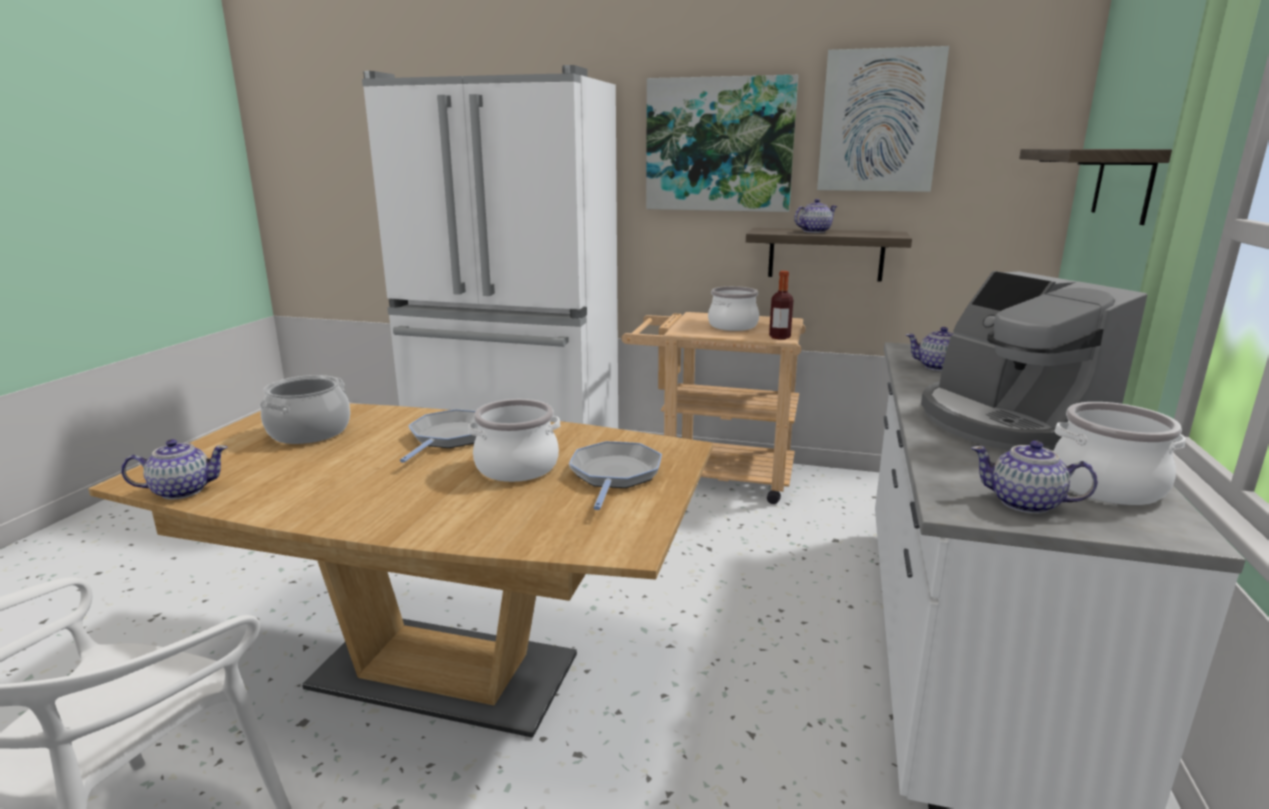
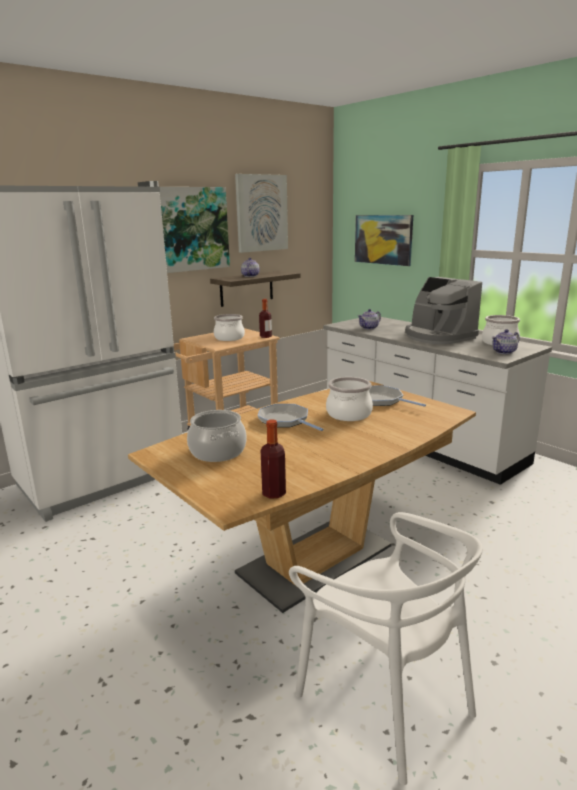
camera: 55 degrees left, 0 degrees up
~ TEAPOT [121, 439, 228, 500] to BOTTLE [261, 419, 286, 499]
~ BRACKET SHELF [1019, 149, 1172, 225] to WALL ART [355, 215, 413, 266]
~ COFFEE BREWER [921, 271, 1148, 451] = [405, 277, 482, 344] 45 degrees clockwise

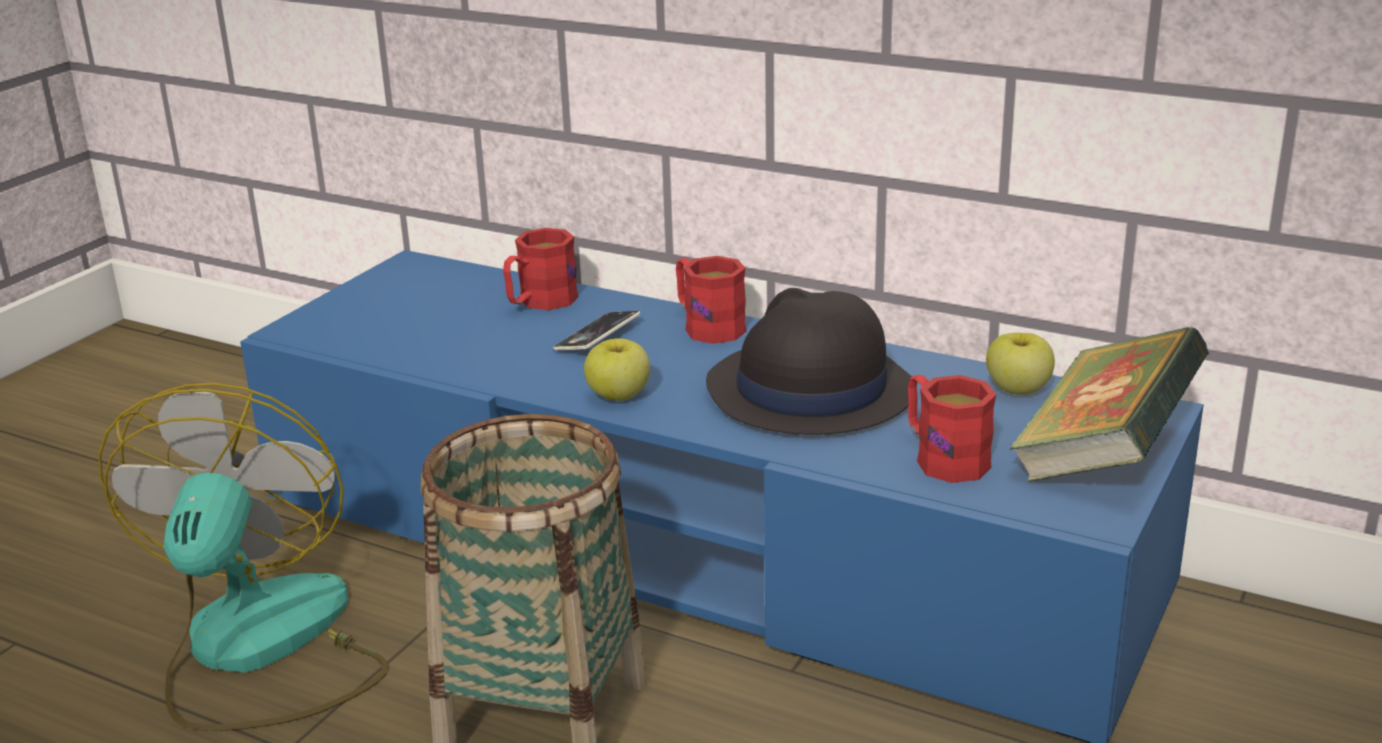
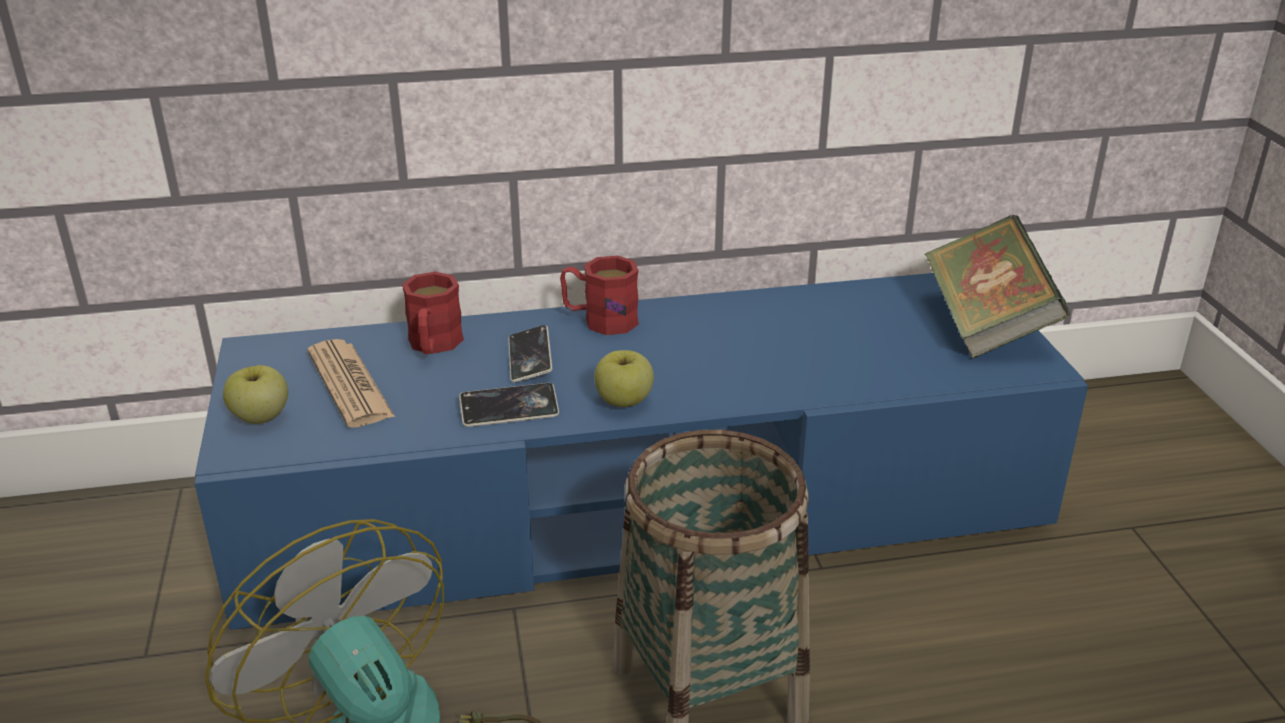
camera: 40 degrees left, 5 degrees up
- BLACKISH WEARABLE HAT [706, 288, 912, 435]
- RED-COLOURED COFFEE MUG [908, 375, 996, 483]
+ NEWSPAPER [308, 339, 395, 428]
+ PHONE [459, 383, 559, 427]
~ APPLE [986, 333, 1055, 395] to [223, 365, 288, 424]

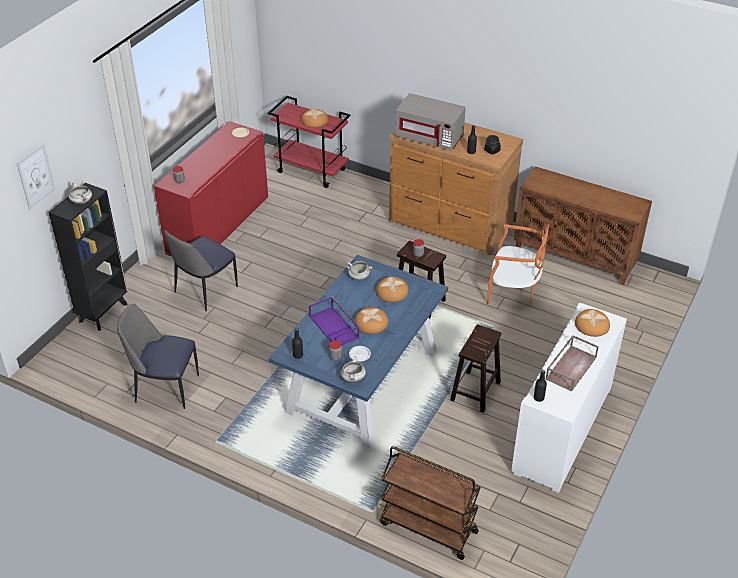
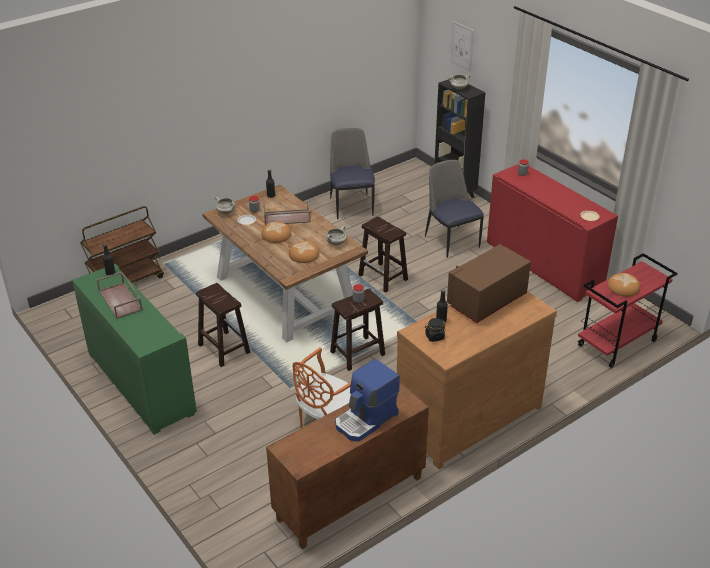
camera: 115 degrees right, 5 degrees down
- BREAD [575, 309, 610, 337]
+ COFFEE BREWER [335, 359, 400, 442]
+ BROWNISH STOOL [358, 216, 408, 293]
~ BLUISH DINING TABLE [269, 255, 448, 448] to BROWNISH DINING TABLE [202, 185, 368, 342]
~ PURPLISH CARRYING TRAY [309, 296, 359, 346] to BROWNISH CARRYING TRAY [263, 199, 311, 225]
~ GRAY MICROWAVE [395, 93, 466, 150] to BROWNISH MICROWAVE [447, 244, 531, 323]
~ WHITE-COLOURED CUPBOARD [511, 303, 627, 493] to GREEN-COLOURED CUPBOARD [72, 264, 197, 434]
~ PLAIN CHAIR [117, 303, 199, 409] = [330, 128, 375, 219] 45 degrees counterclockwise

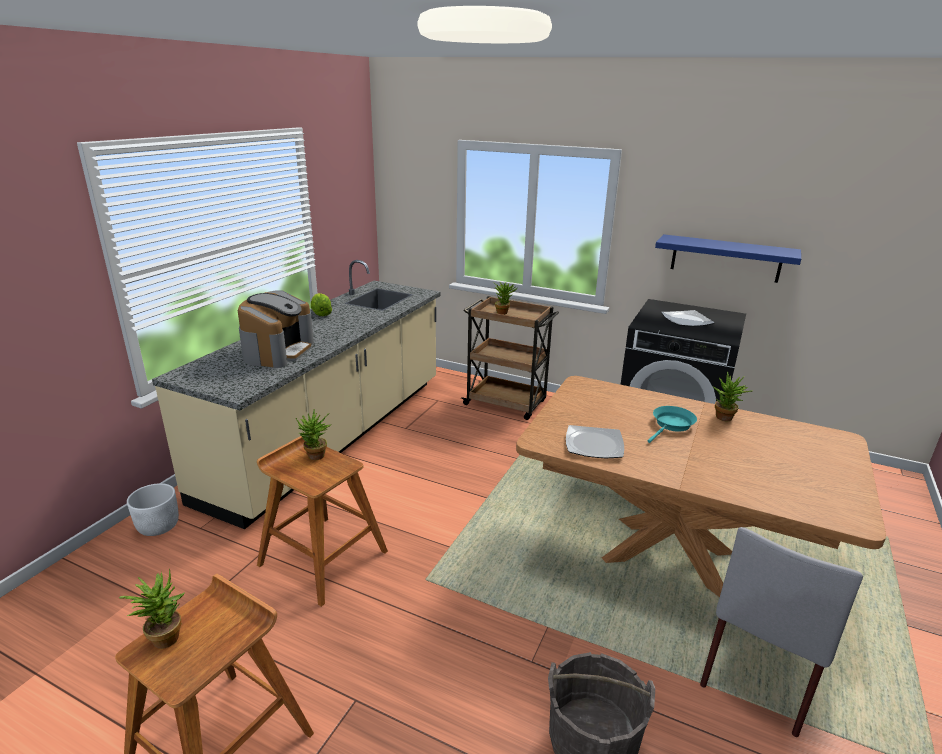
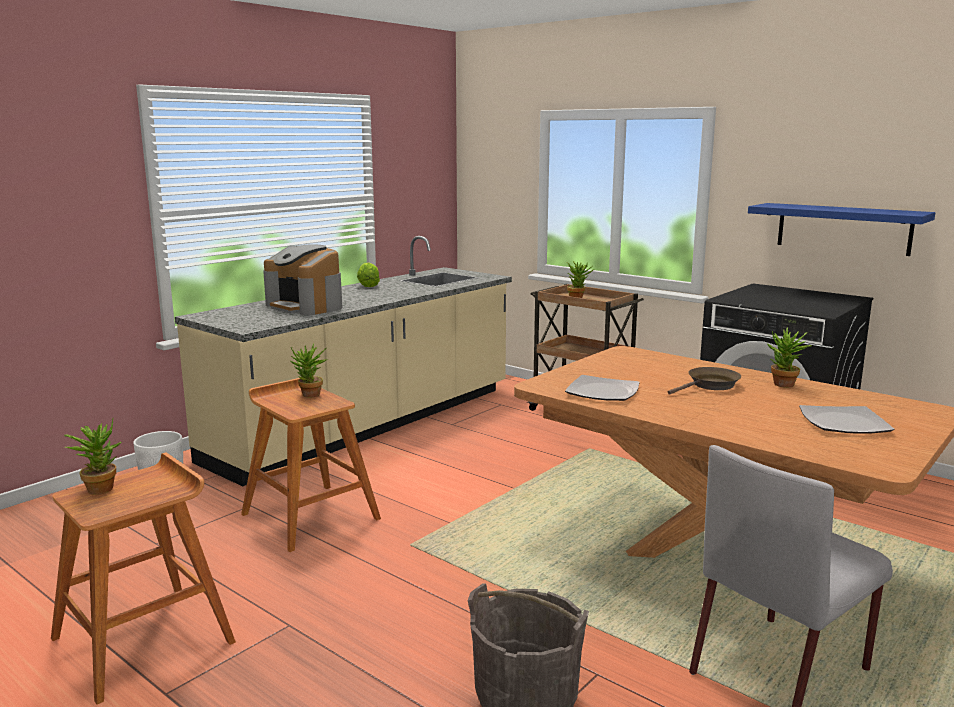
camera: 15 degrees right, 10 degrees down
~ PLATE [661, 310, 715, 327] to [799, 405, 895, 434]
~ TURQUOISE SKILLET [648, 406, 697, 443] to BROWNISH SKILLET [668, 367, 741, 395]
~ COFFEE BREWER [238, 290, 314, 368] = [263, 244, 343, 315] 105 degrees clockwise

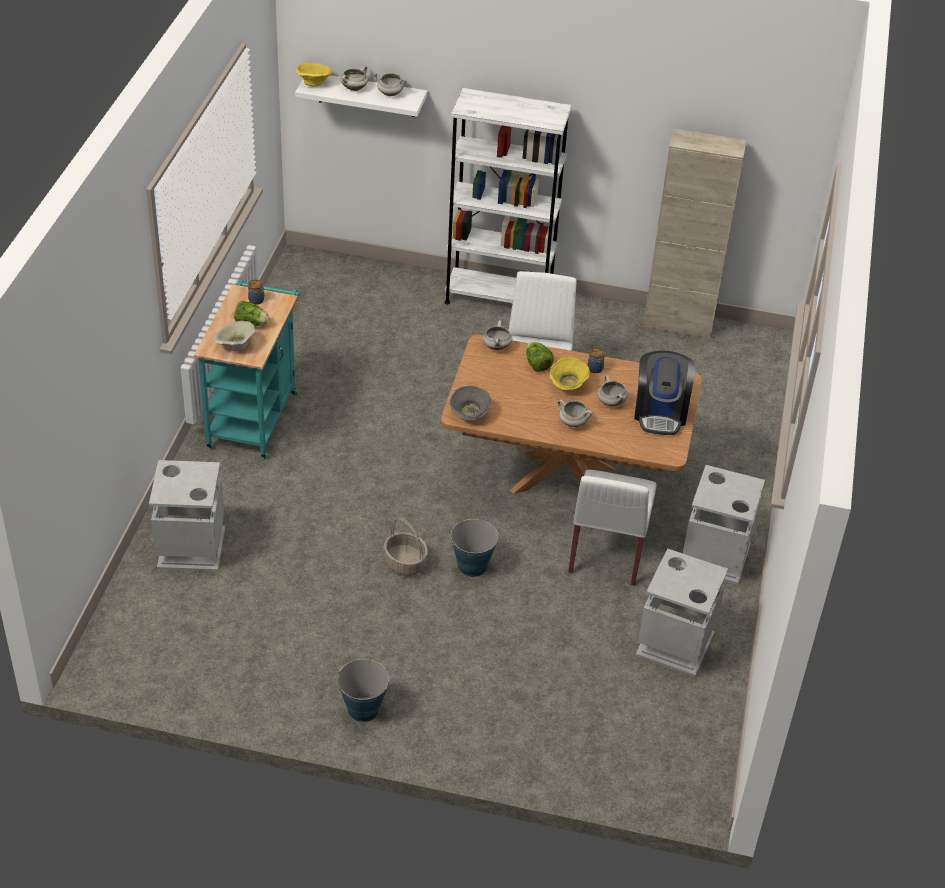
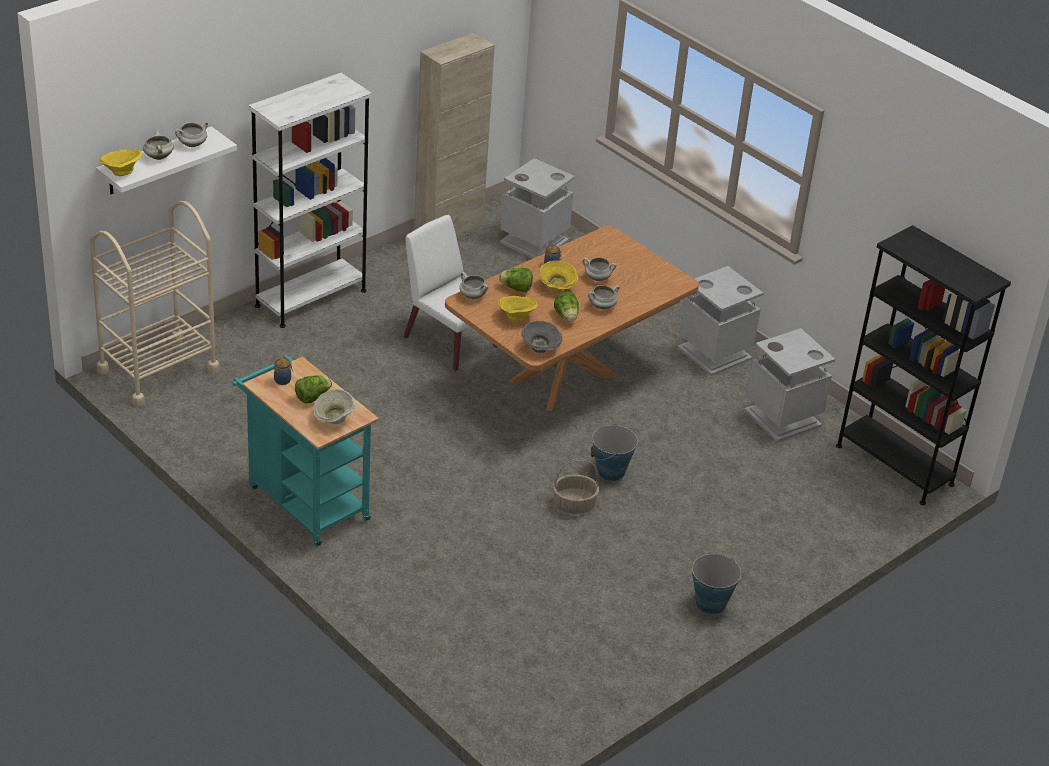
camera: 55 degrees left, 5 degrees down
- WHITE-COLOURED PLAIN CHAIR [568, 470, 656, 586]
- COFFEE BREWER [634, 351, 696, 435]
+ BEIGE TROLLEY [90, 201, 220, 407]
+ YELLOWISH SERVING BOWL [498, 296, 538, 321]
+ HEAD OF LETTUCE [554, 292, 579, 322]
+ BLACKISH BOOKCASE [836, 225, 1011, 505]
~ GRAY WASTE BIN [149, 460, 225, 572] to [500, 158, 575, 258]

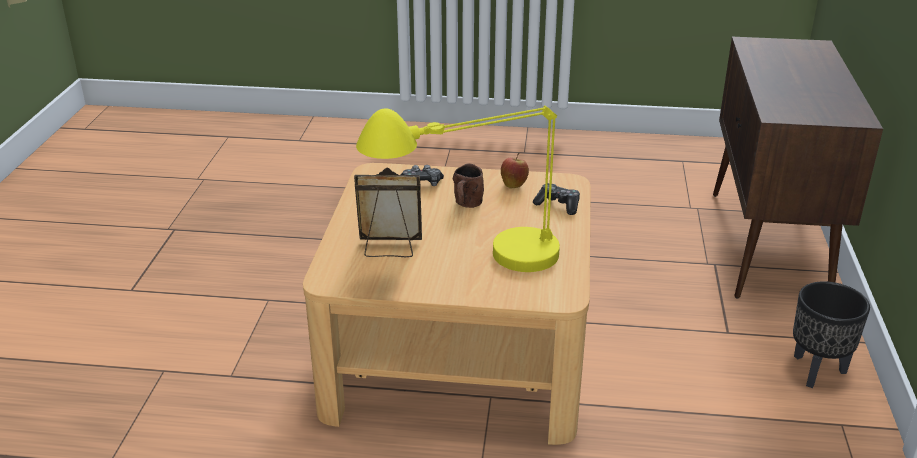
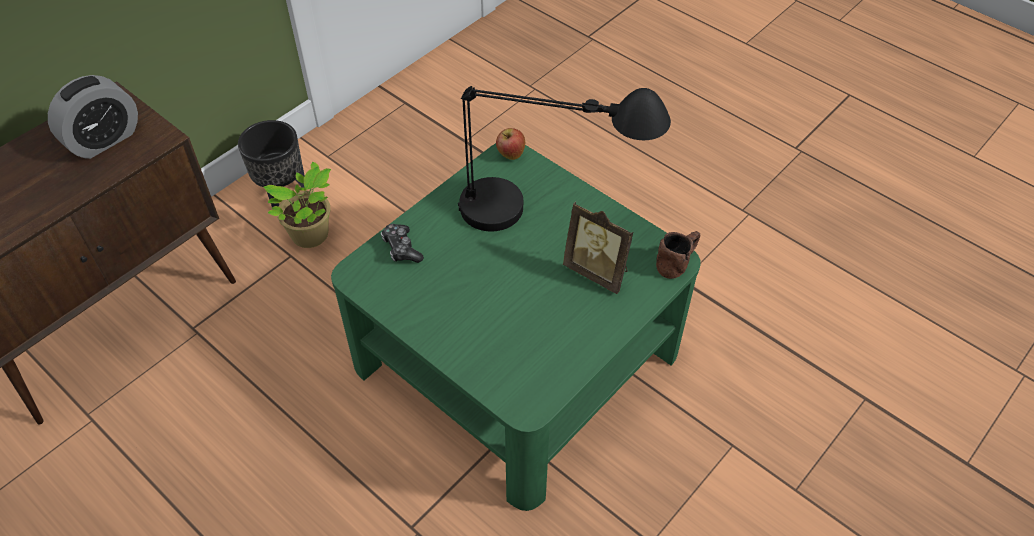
camera: 145 degrees left, 20 degrees up
- GAMEPAD [400, 165, 444, 186]
+ ALARM CLOCK [48, 75, 138, 159]
+ PLANT IN A POT [264, 162, 331, 248]
~ BROWNISH COFFEE MUG [453, 163, 484, 208] to [656, 231, 700, 279]
~ APPLE [501, 153, 529, 188] to [496, 128, 525, 160]
~ BEIGE COFFEE TABLE [303, 163, 591, 445] to GREEN-COLOURED COFFEE TABLE [331, 143, 700, 511]
~ YELLOWISH TABLETOP LAMP [356, 105, 560, 272] to BLACKISH TABLETOP LAMP [458, 86, 671, 231]

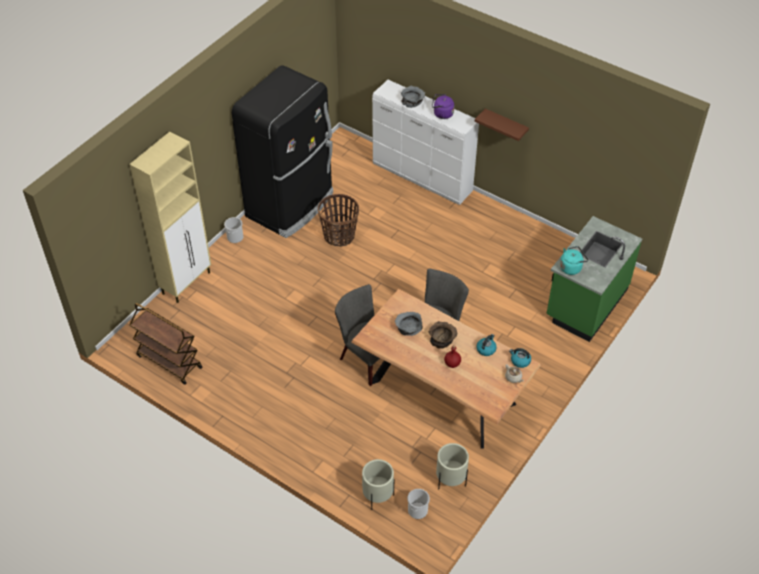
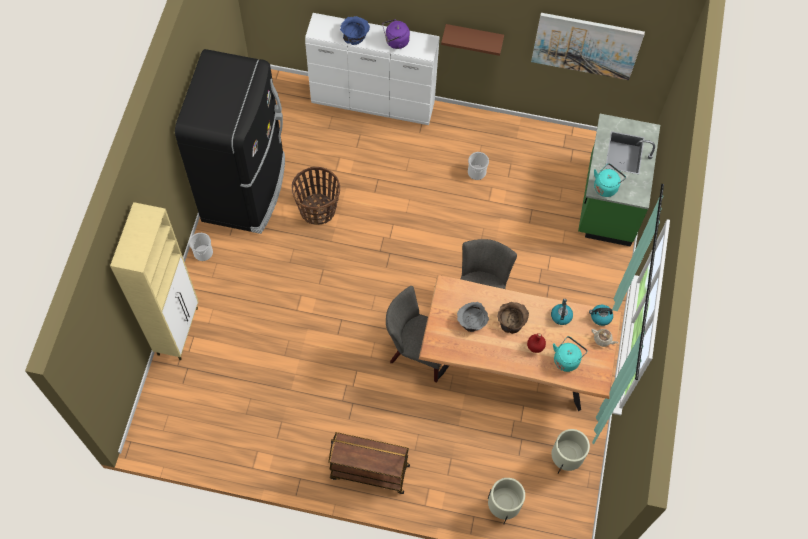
camera: 25 degrees left, 15 degrees up
+ WALL ART [531, 13, 645, 80]
+ TURQUOISE TEA KETTLE [553, 336, 588, 372]
~ BROWNISH TROLLEY [129, 303, 202, 385] to [328, 432, 410, 494]
~ BUCKET [407, 489, 430, 519] to [468, 152, 489, 180]
~ GRAY SERVING BOWL [401, 86, 425, 108] to BLUISH SERVING BOWL [340, 16, 370, 45]

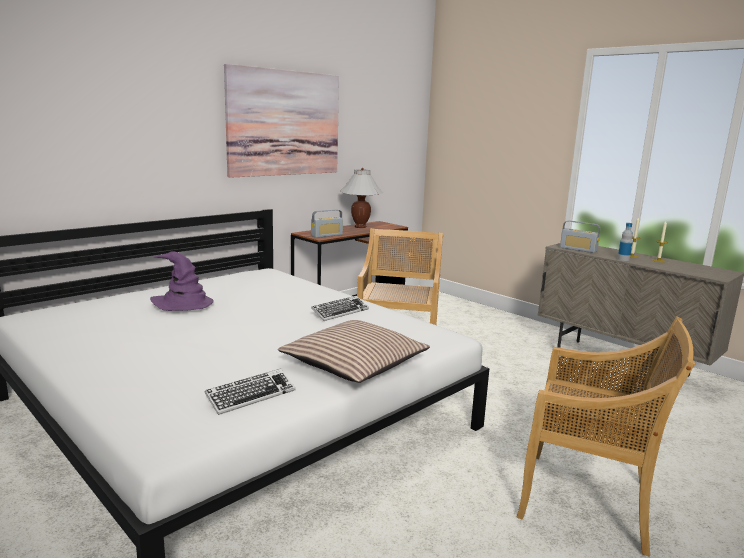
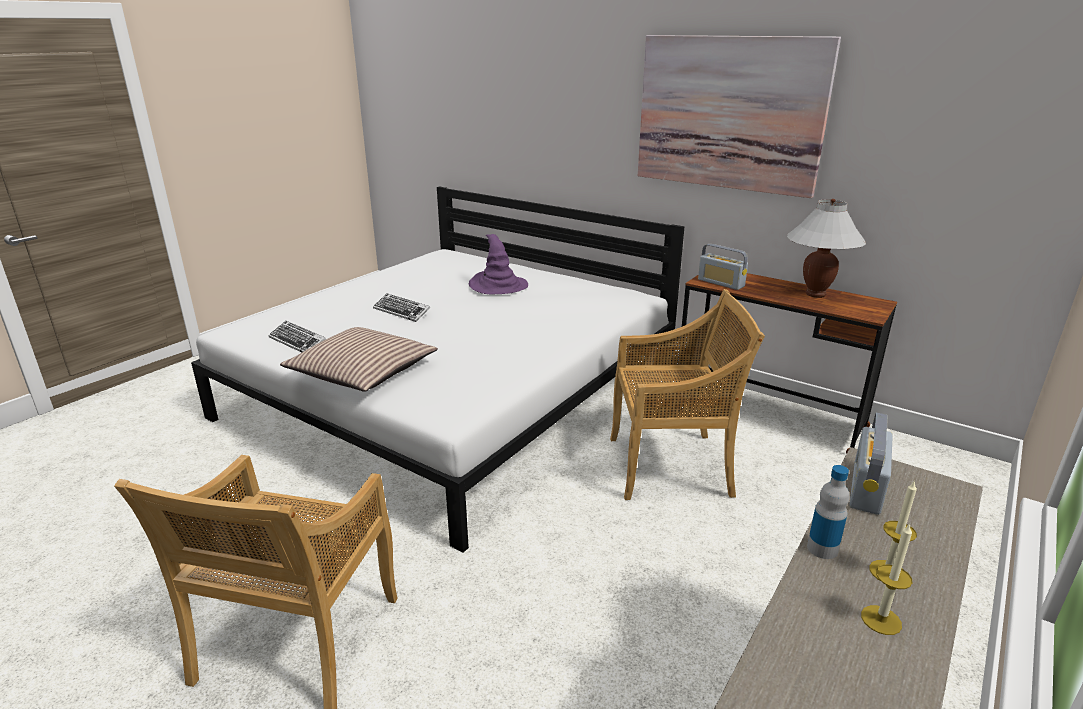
camera: 80 degrees right, 10 degrees up
~ KEYBOARD [311, 296, 369, 321] to [373, 294, 430, 322]

